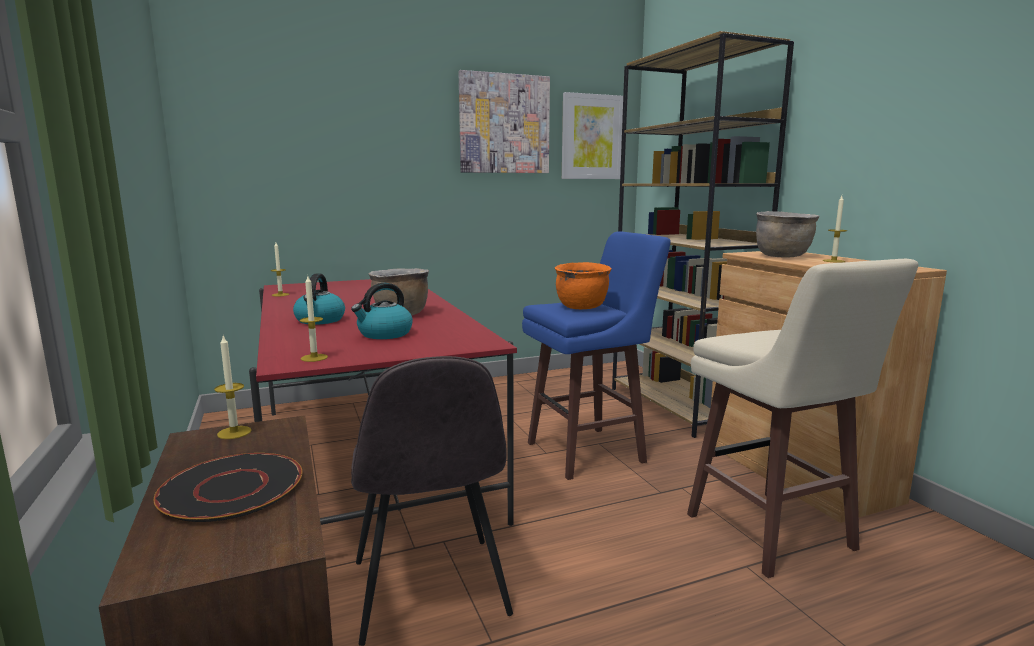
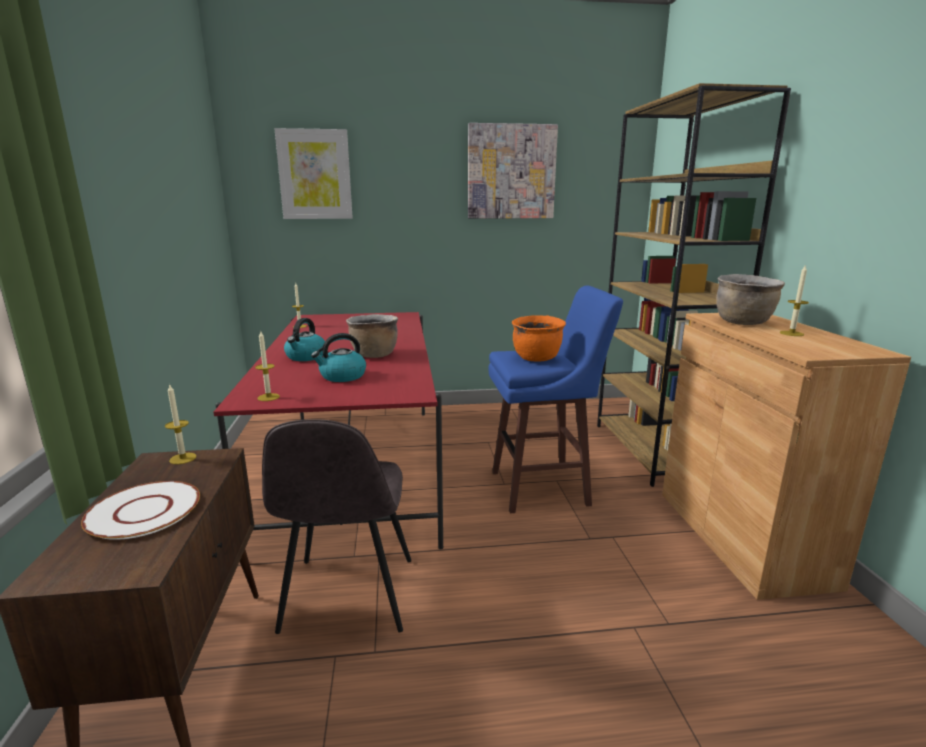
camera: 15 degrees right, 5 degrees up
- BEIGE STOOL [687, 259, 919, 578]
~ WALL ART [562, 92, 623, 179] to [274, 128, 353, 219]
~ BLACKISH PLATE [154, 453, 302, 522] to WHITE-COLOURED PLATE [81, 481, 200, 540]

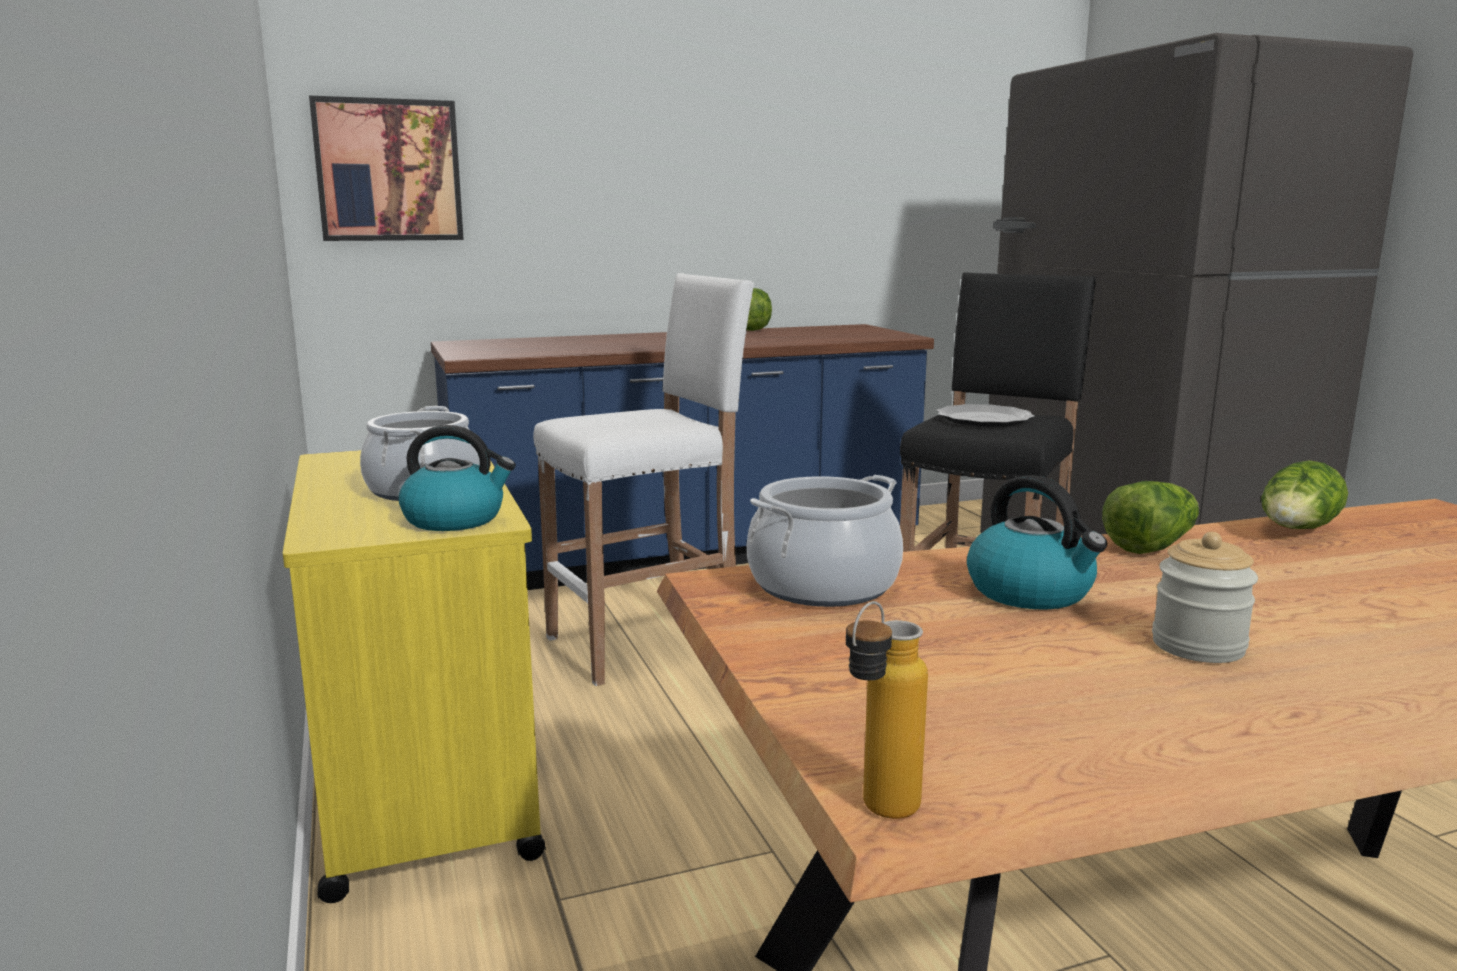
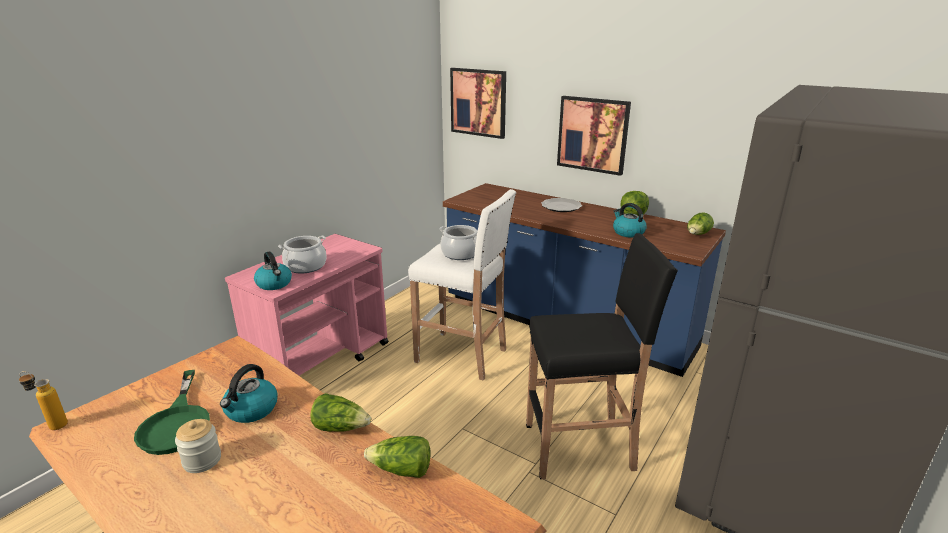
camera: 55 degrees right, 10 degrees up
+ GREEN-COLOURED SKILLET [134, 370, 210, 455]
+ WALL ART [557, 96, 631, 176]
+ TEA KETTLE [613, 203, 647, 238]
+ HEAD OF LETTUCE [687, 212, 714, 235]
~ COOKING POT [747, 475, 903, 607] to [439, 225, 477, 260]
~ PLATE [937, 404, 1035, 427] to [541, 198, 582, 212]
~ YELLOWISH TROLLEY [283, 450, 546, 903] to PINK-COLOURED TROLLEY [225, 234, 389, 376]

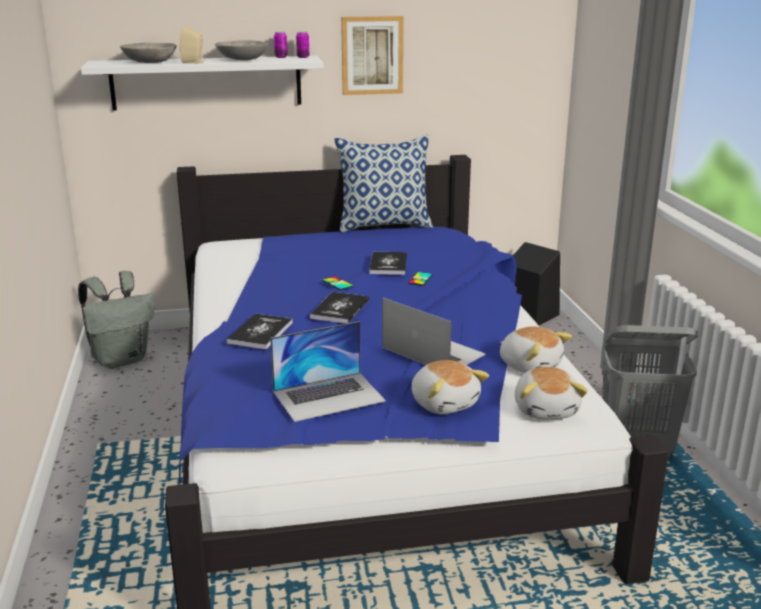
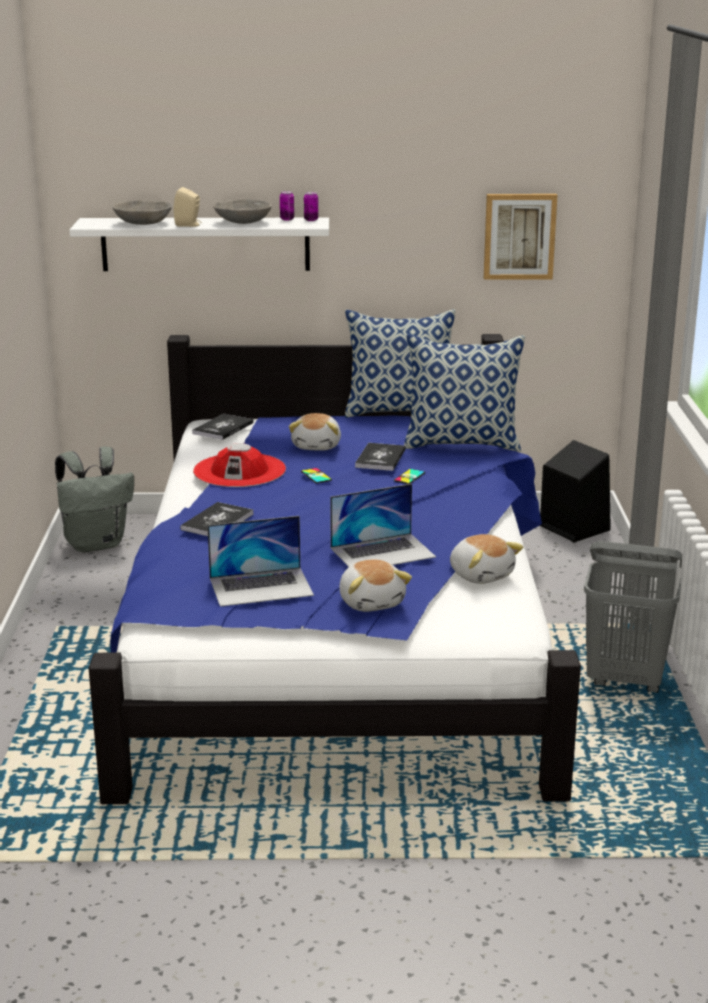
camera: 10 degrees right, 0 degrees up
+ RED-COLOURED WEARABLE HAT [193, 443, 286, 487]
+ CUSHION [404, 334, 525, 452]
~ BOOK [310, 292, 369, 324] to [192, 414, 254, 440]
~ WALL ART [341, 16, 404, 95] to [484, 194, 558, 280]
~ CUDDLY TOY [515, 367, 588, 419] to [289, 413, 341, 451]
~ NOTEBOOK COMPUTER [382, 298, 486, 365] = [330, 484, 436, 567] 105 degrees clockwise

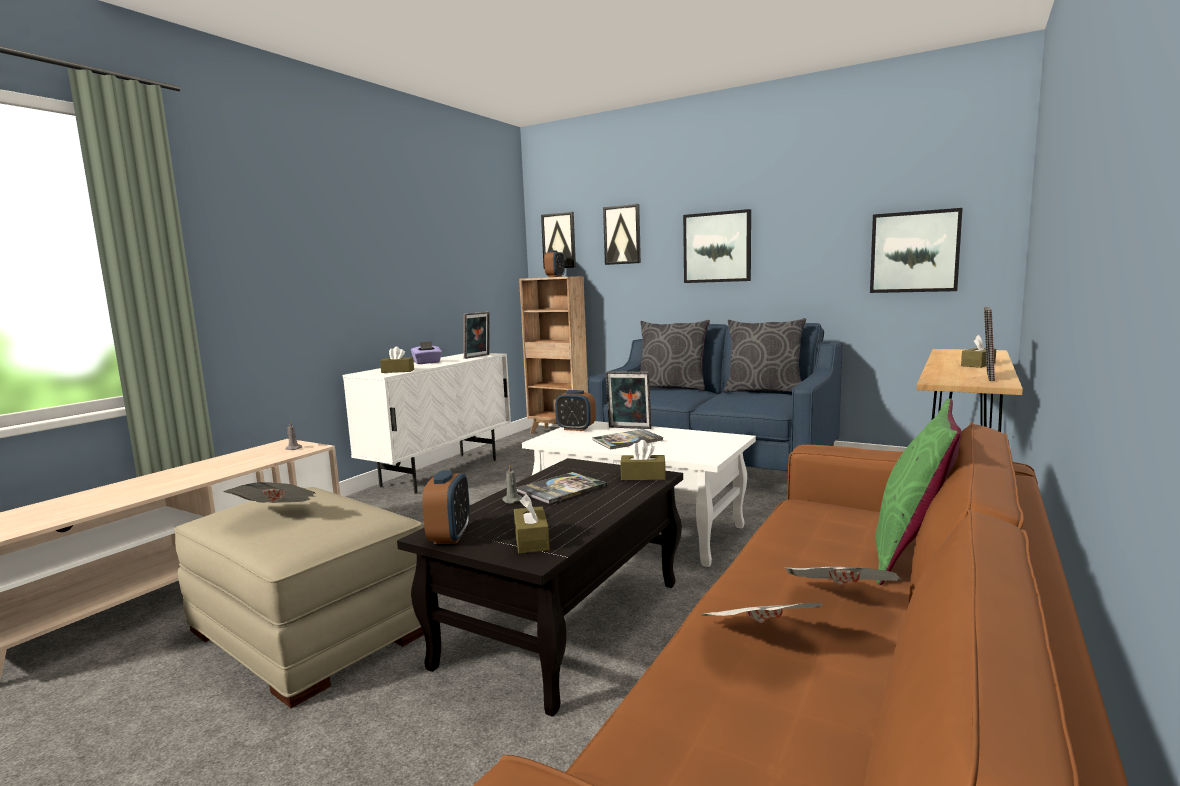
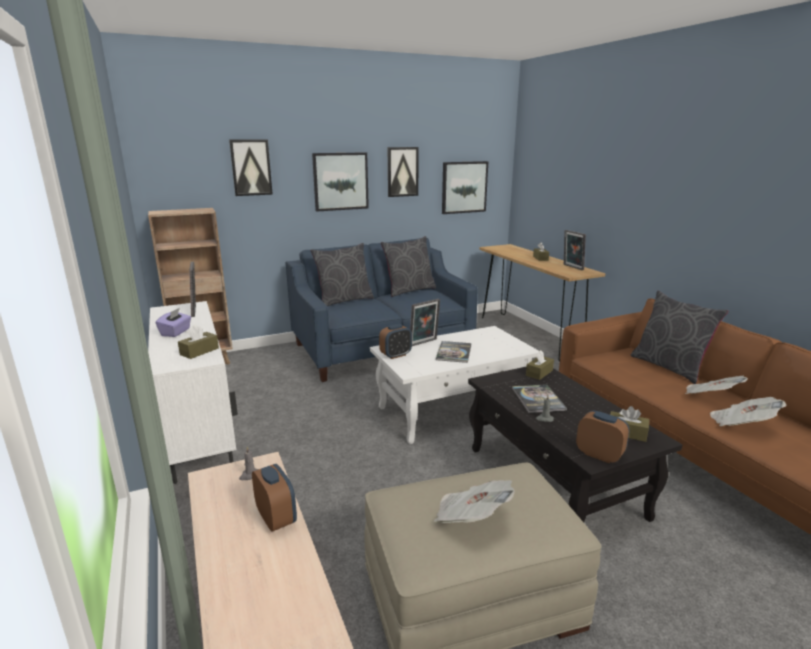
camera: 55 degrees left, 10 degrees up
~ WALL ART [541, 212, 576, 269] to [388, 147, 419, 197]
~ ALARM CLOCK [544, 250, 565, 277] to [252, 464, 297, 532]
~ GREEN-COLOURED CUSHION [875, 398, 962, 585] to GRAY CUSHION [630, 291, 728, 384]

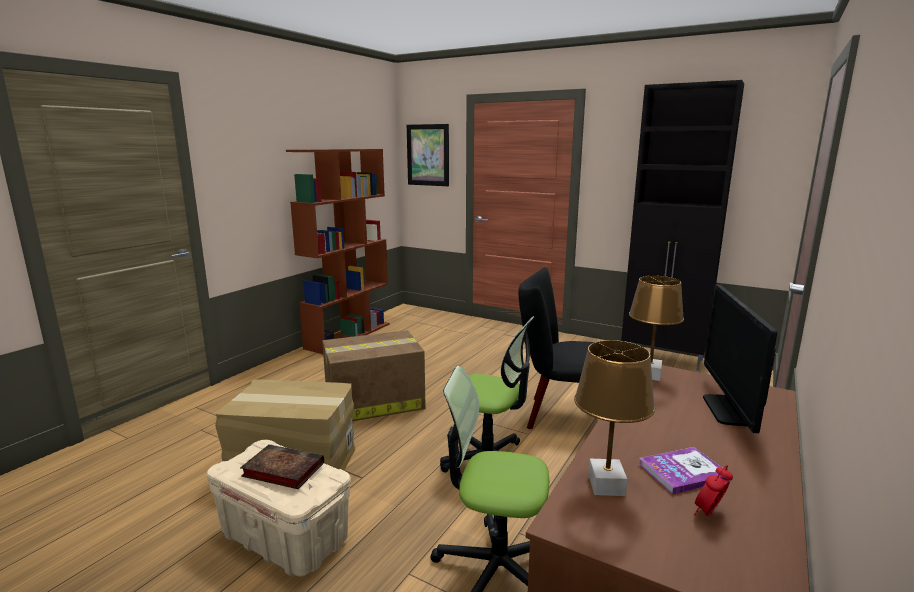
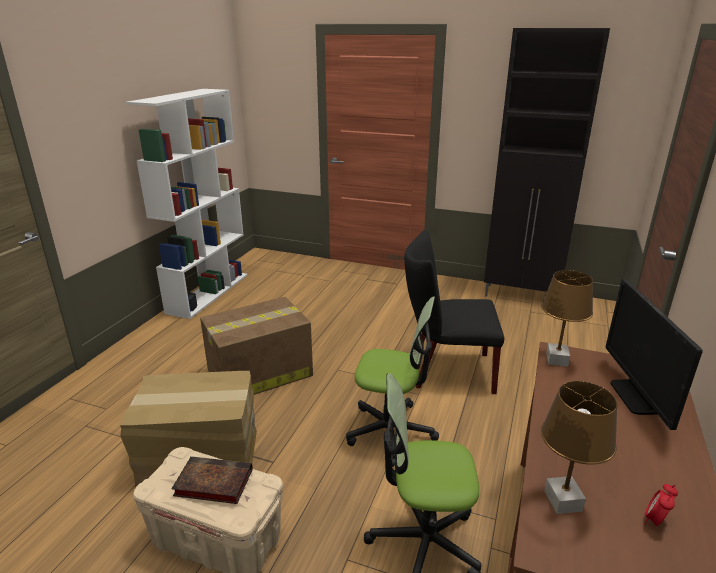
camera: 10 degrees left, 10 degrees up
- WALL ART [407, 124, 449, 186]
- BOOK [639, 447, 731, 494]
~ BROWNISH BOOKCASE [286, 149, 389, 354] to WHITE-COLOURED BOOKCASE [126, 89, 248, 319]

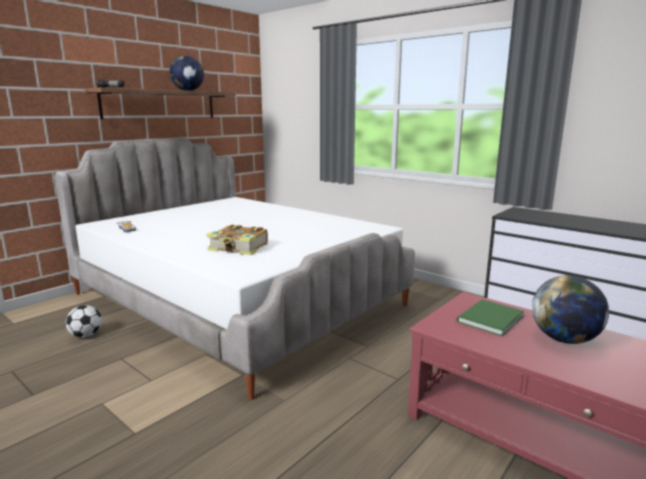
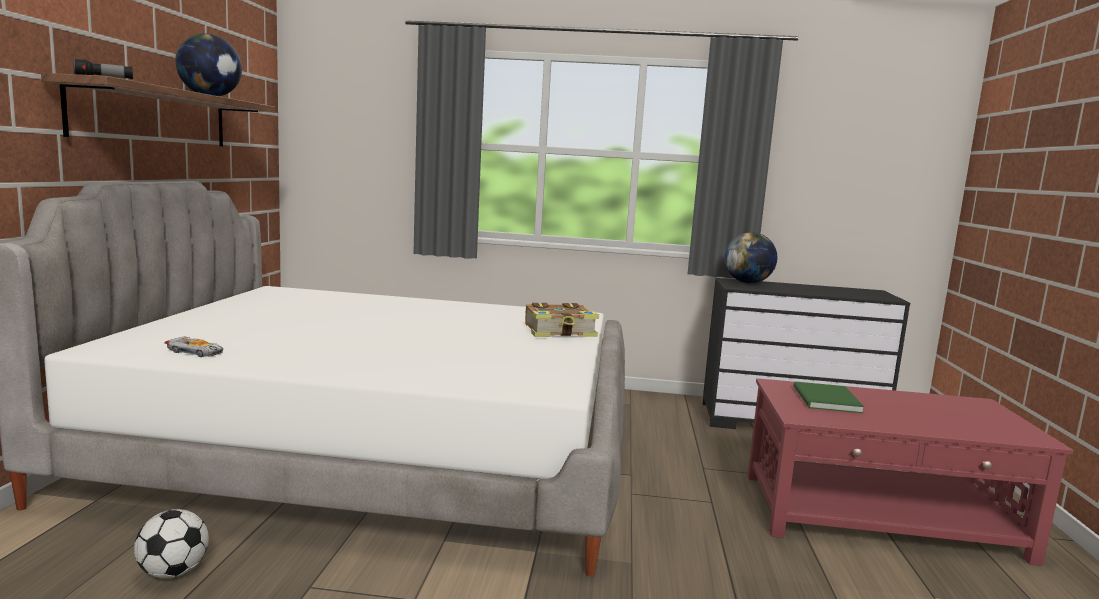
camera: 35 degrees left, 5 degrees down
~ BOOK [206, 225, 268, 255] to [525, 303, 599, 337]
~ DESK GLOBE [532, 275, 609, 344] to [724, 232, 777, 283]

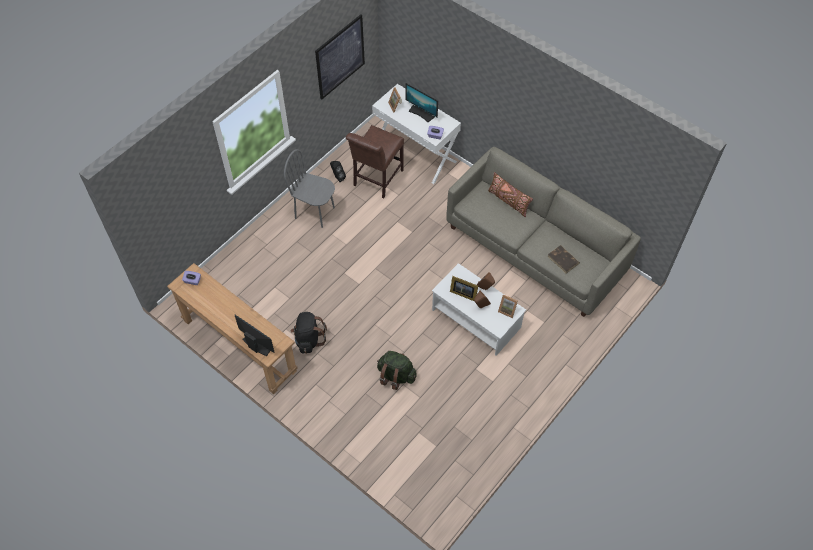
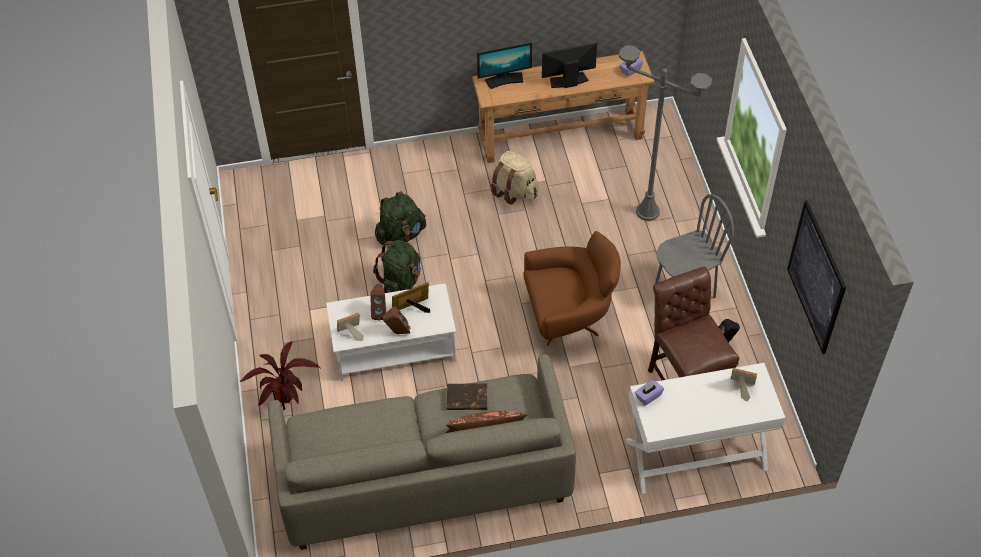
camera: 130 degrees right, 5 degrees down
+ PLANT IN A POT [239, 341, 320, 410]
+ GREEN-COLOURED KNAPSACK [373, 240, 421, 293]
+ BROWNISH LOUNGE CHAIR [523, 231, 621, 346]
+ GRAY FLOOR LAMP [619, 45, 712, 221]
~ COMPUTER DISPLAY [405, 83, 438, 122] to [542, 43, 597, 88]
~ BROWNISH BOOK [547, 245, 580, 273] to [447, 383, 487, 410]
~ BLACKISH KNAPSACK [291, 312, 327, 354] to BEIGE KNAPSACK [491, 151, 539, 205]

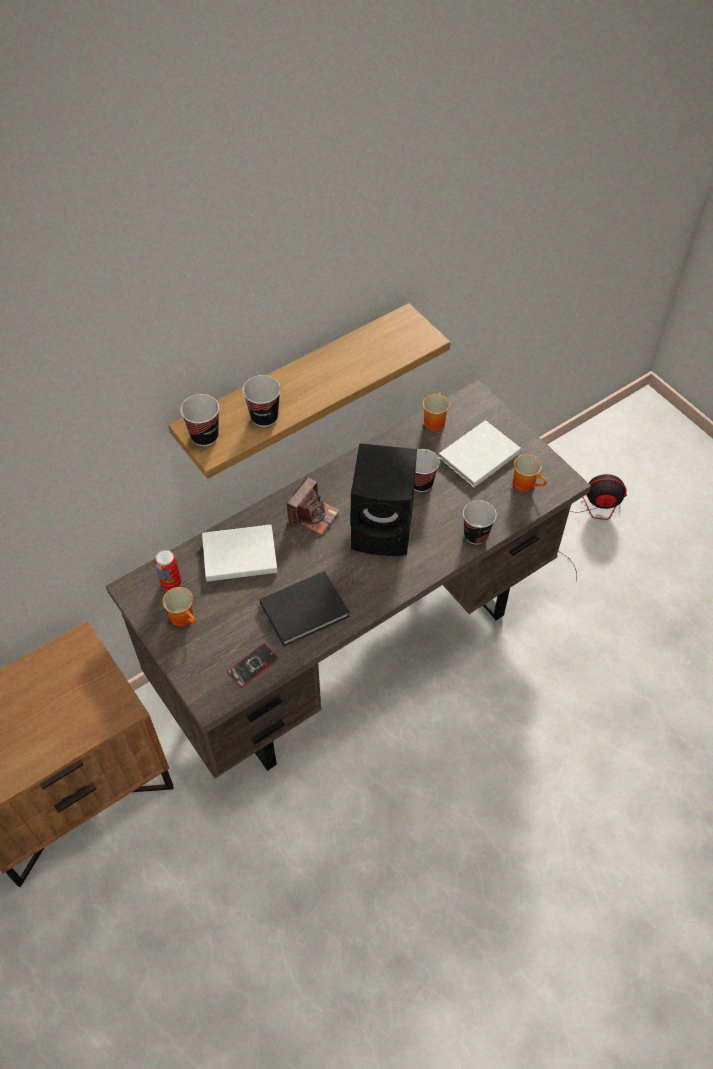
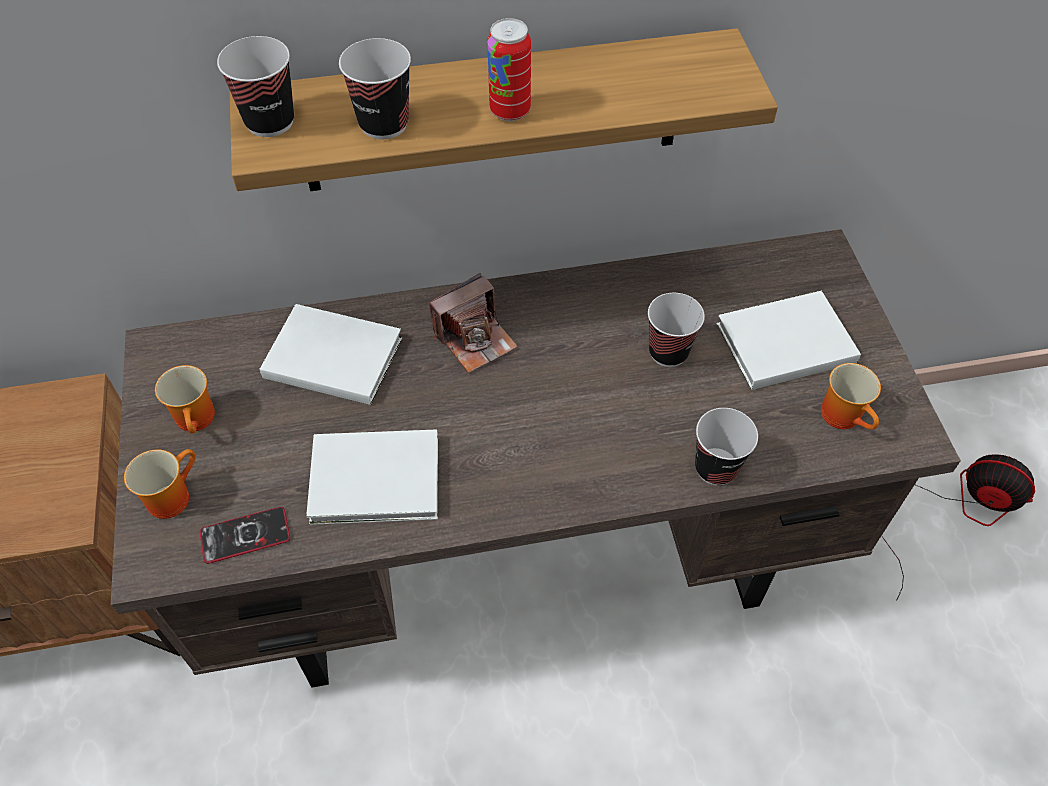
camera: 25 degrees right, 0 degrees up
- BLACKISH SPEAKER [350, 443, 417, 556]
~ SEALED CAN [155, 550, 182, 590] to [487, 18, 531, 121]
~ COFFEE MUG [423, 393, 449, 431] to [124, 449, 196, 519]
~ BLACKISH BOOK [260, 571, 349, 646] to WHITE-COLOURED BOOK [306, 429, 438, 525]

